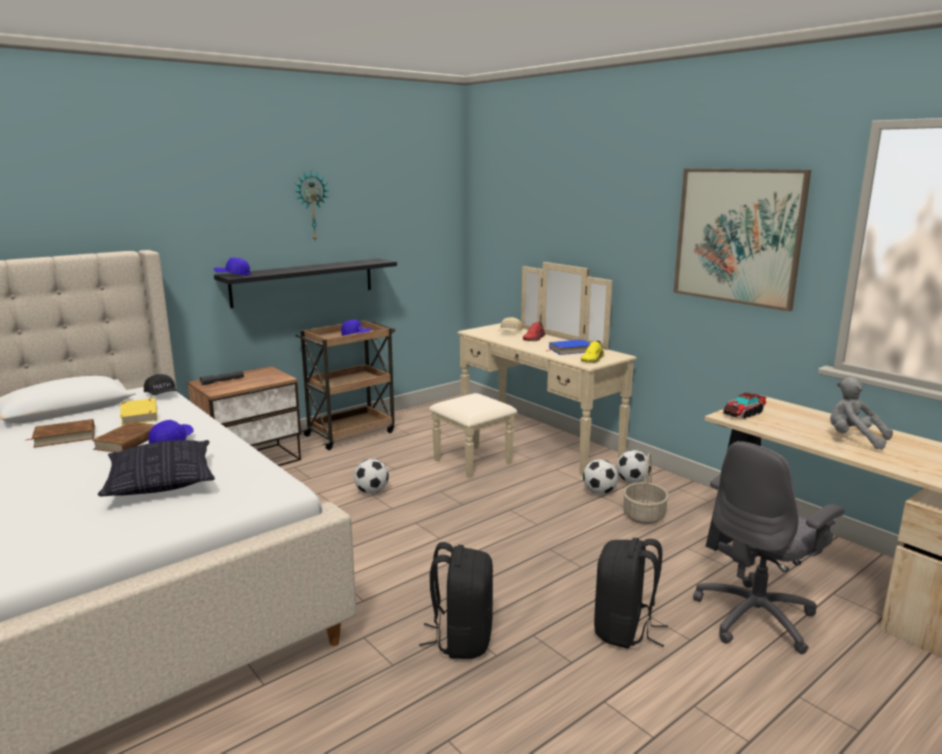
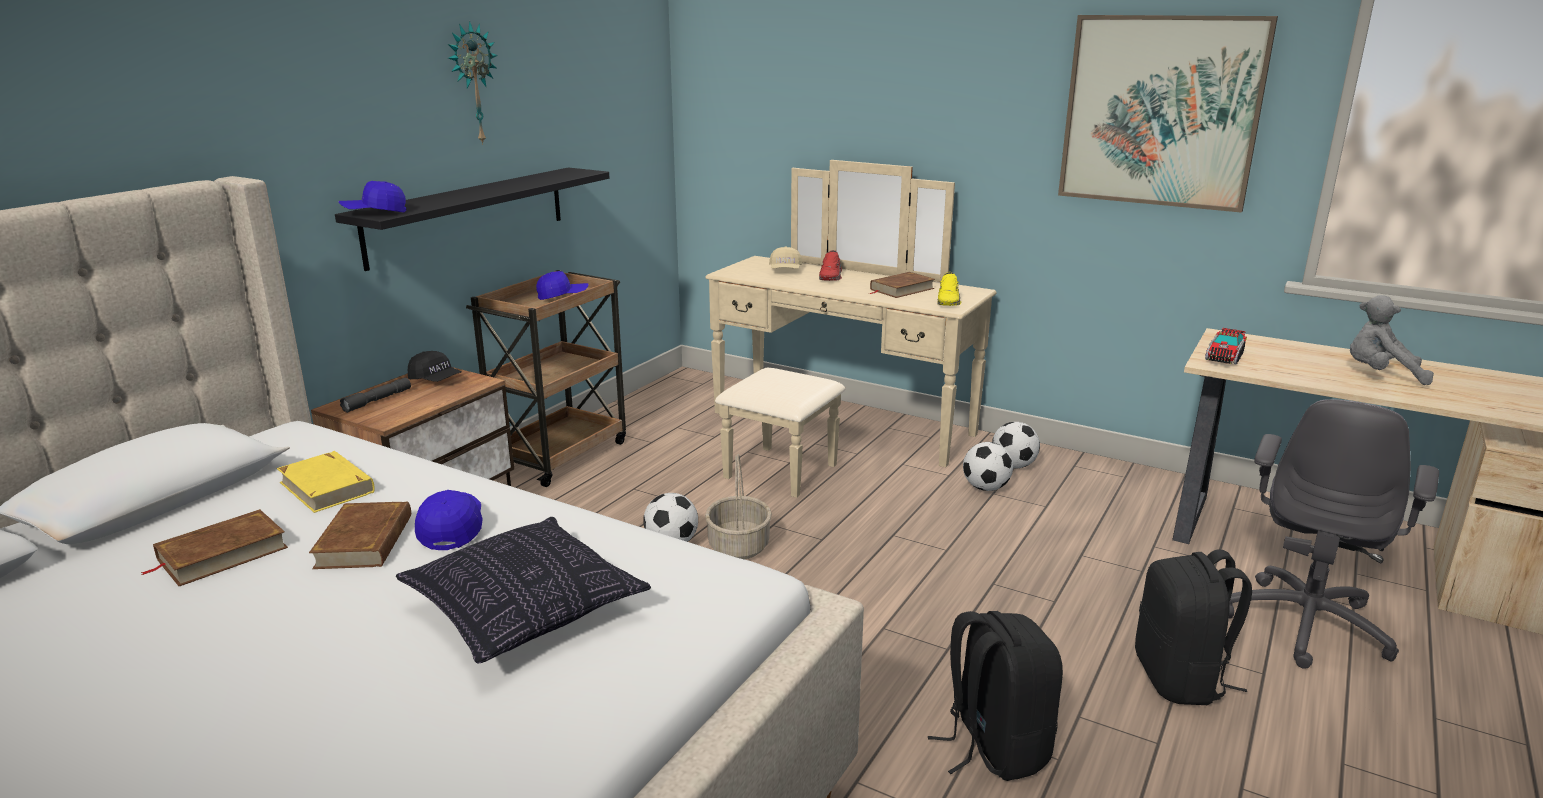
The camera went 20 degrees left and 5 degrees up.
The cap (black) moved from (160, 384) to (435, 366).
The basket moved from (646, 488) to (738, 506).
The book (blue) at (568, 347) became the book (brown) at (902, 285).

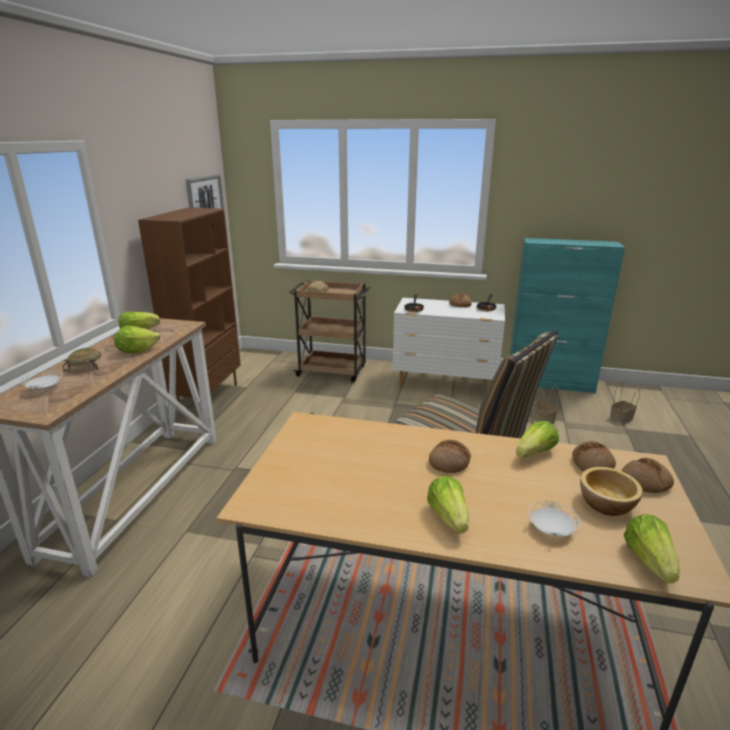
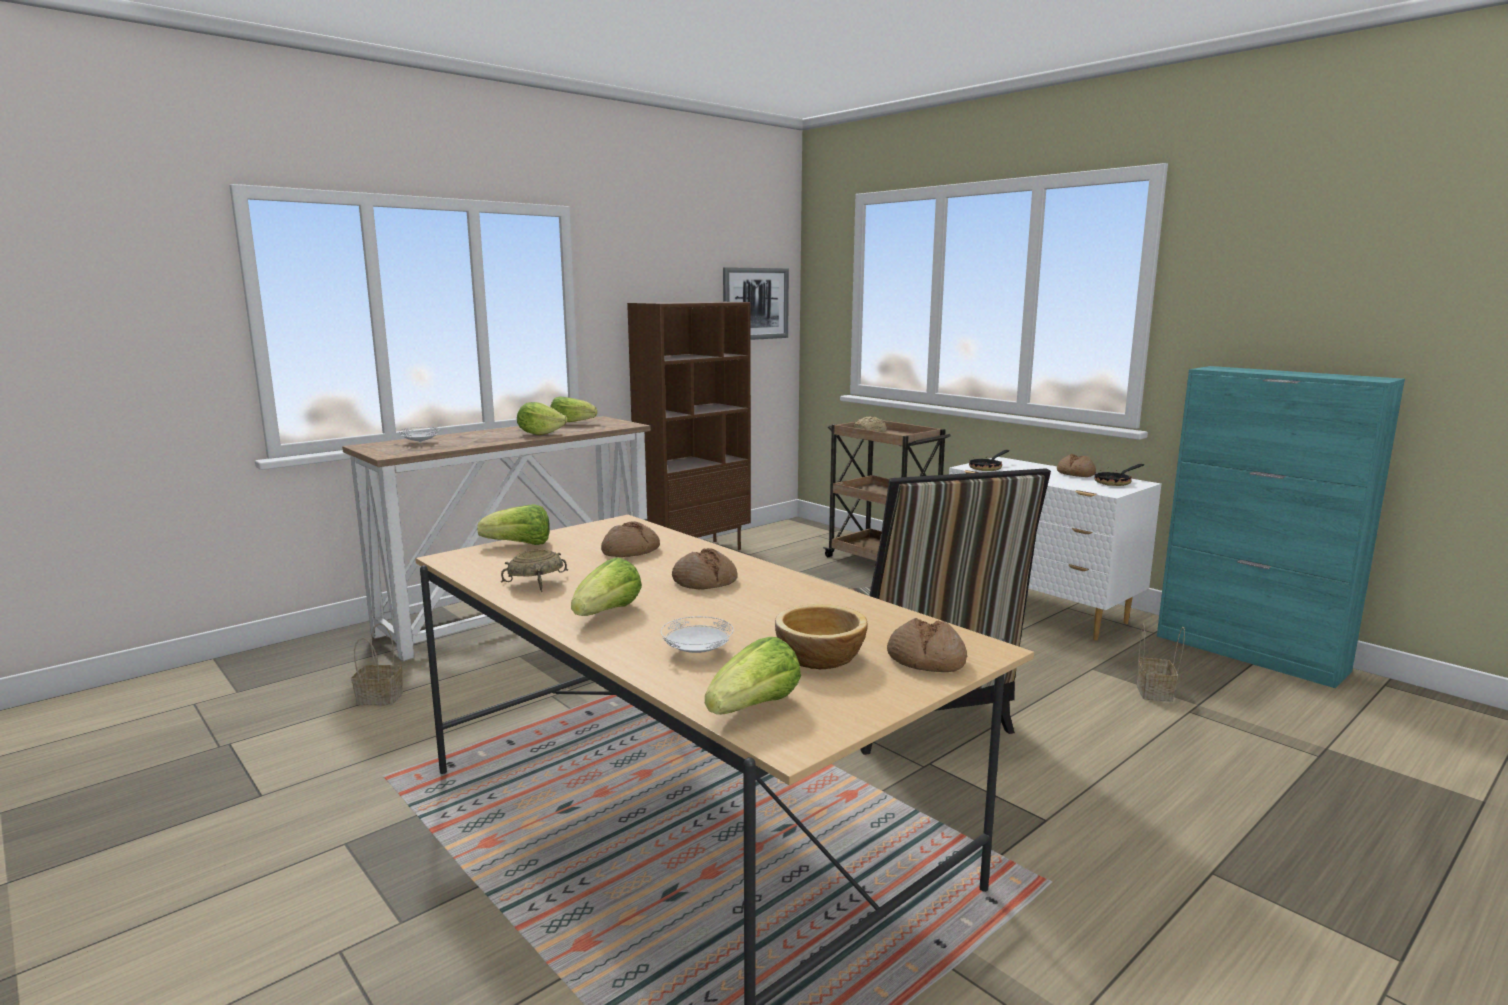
The camera went 35 degrees right and 10 degrees down.
The bowl (beige) moved from (82, 360) to (534, 570).
The lettuce moved from (537, 439) to (513, 524).
The bread moved from (594, 456) to (630, 539).
The basket moved from (625, 403) to (377, 664).

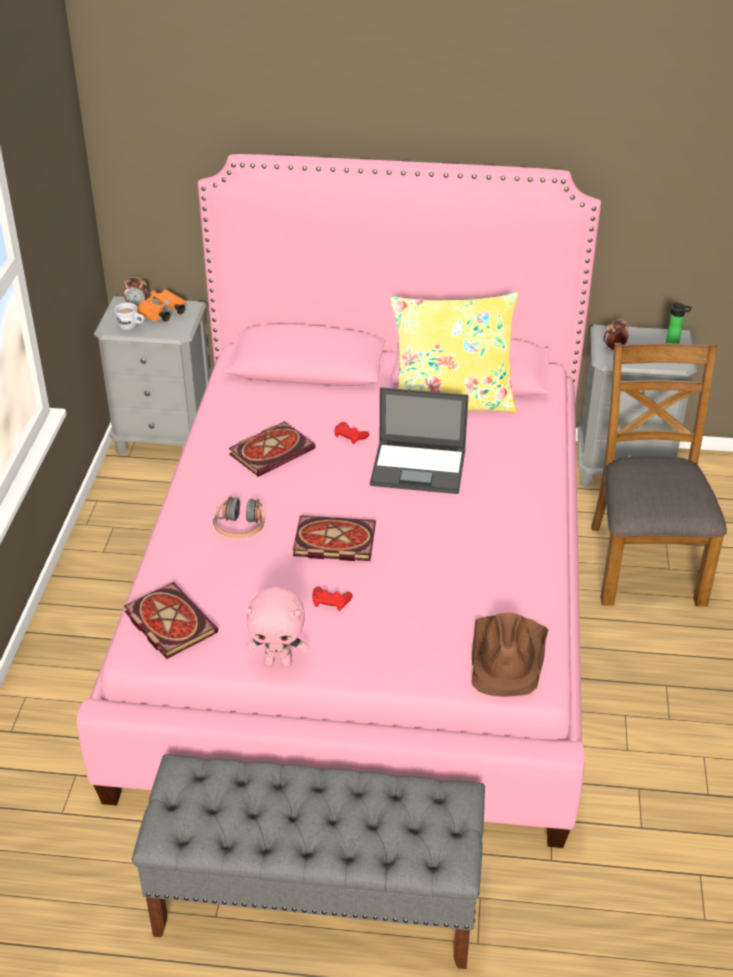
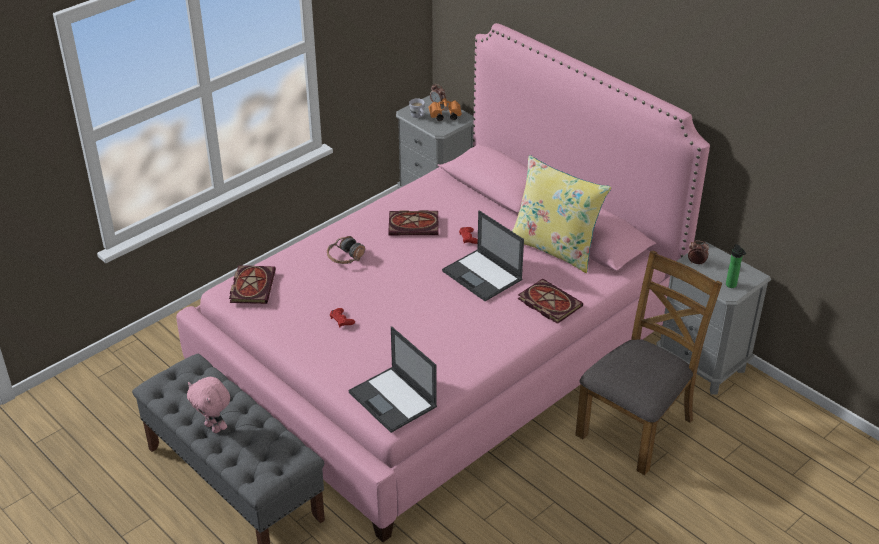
The camera went 40 degrees right and 0 degrees up.
The plush toy (pink) moved from (277, 627) to (208, 405).
The book moved from (334, 538) to (550, 301).
The hat (brown) at (510, 655) was replaced by the laptop at (392, 379).

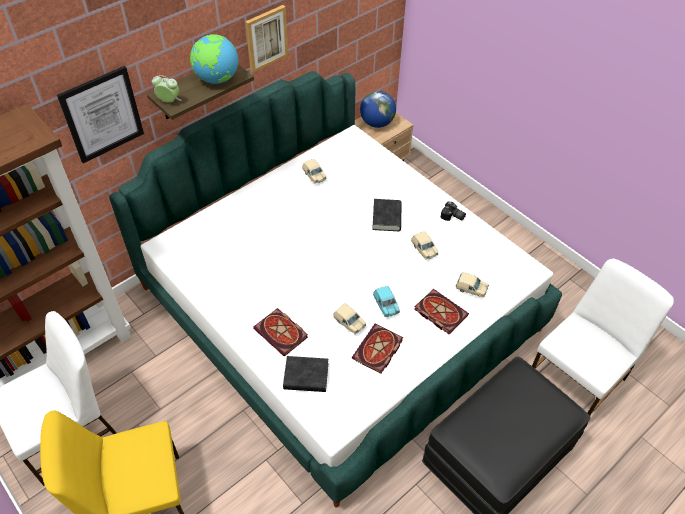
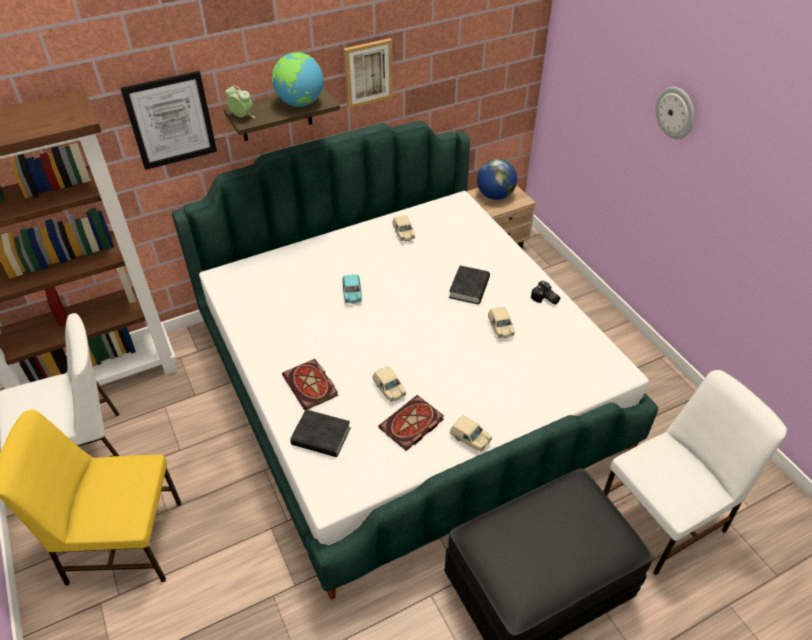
The camera went 15 degrees right and 5 degrees down.
The book at (441, 311) disappeared.
The wall clock at (675, 112) appeared.
The toy car (turquoise) moved from (386, 301) to (352, 289).
The toy car (beige) moved from (472, 284) to (471, 433).

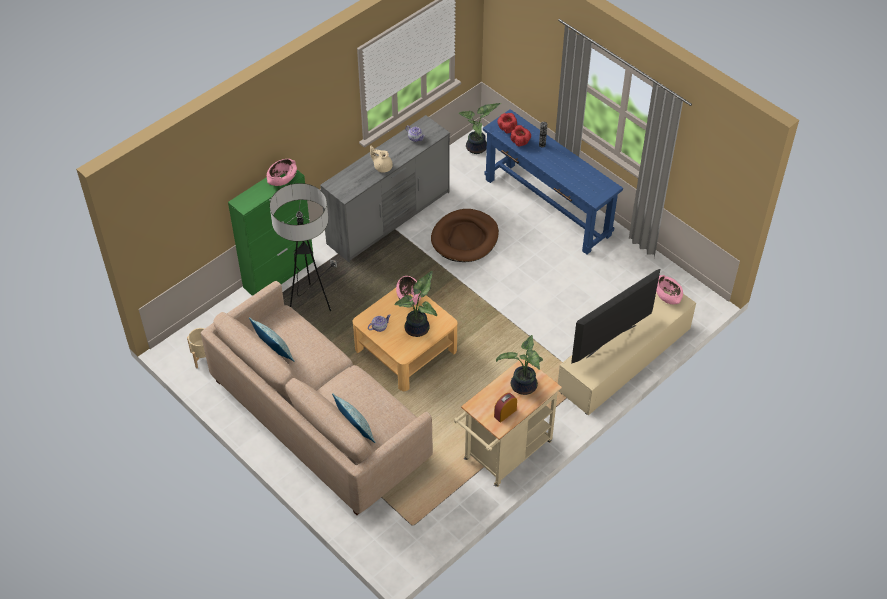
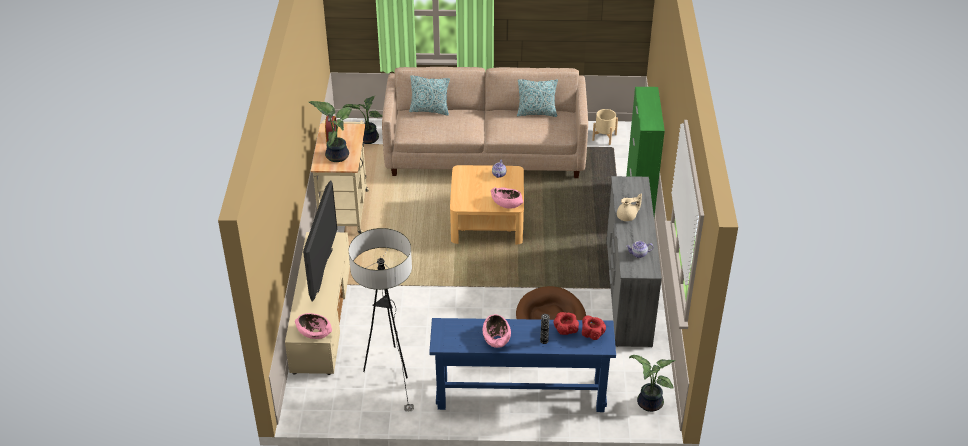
The camera went 135 degrees right and 10 degrees down.
The bowl (pink) moved from (282, 172) to (497, 331).
The floor lamp moved from (303, 247) to (381, 320).
The potted plant moved from (415, 304) to (362, 120).

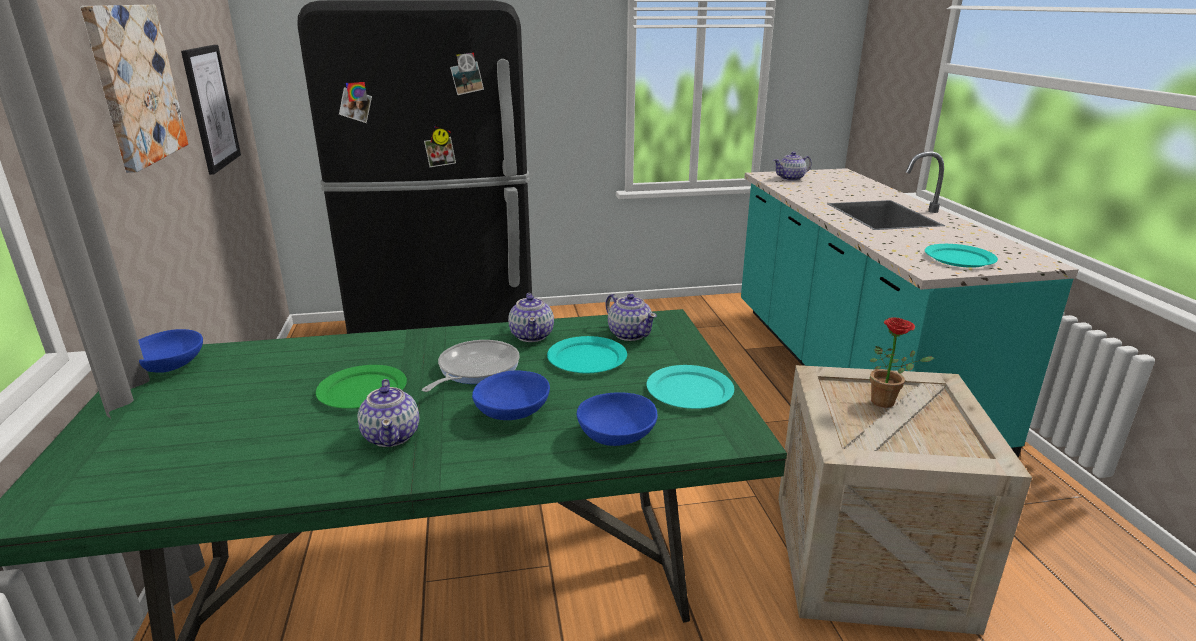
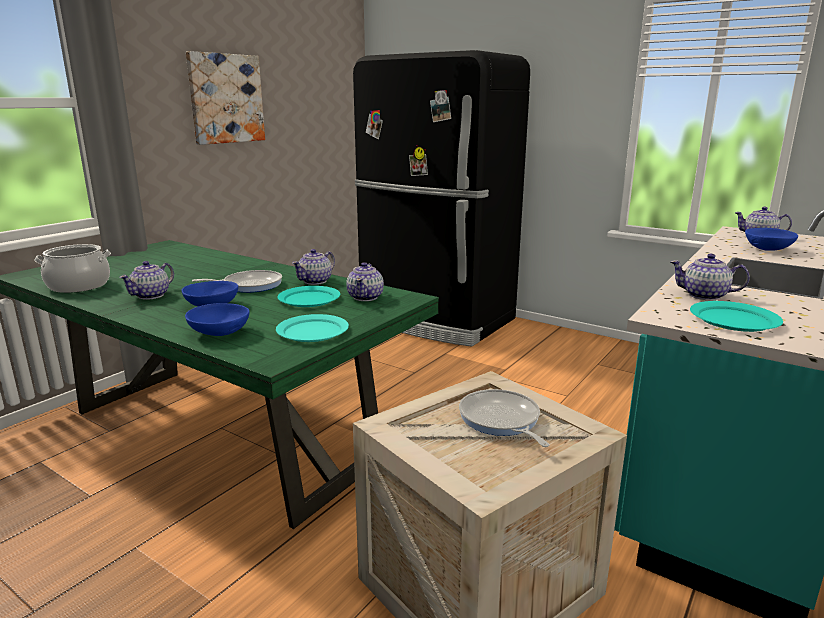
The camera went 45 degrees right and 5 degrees down.
The picture at (211, 110) disappeared.
The plate (green) at (361, 387) disappeared.
The cooking pot at (72, 268) appeared.
The teapot at (710, 277) appeared.
The bowl (blue) moved from (170, 350) to (771, 239).
The potted plant at (902, 362) was replaced by the frying pan at (504, 418).

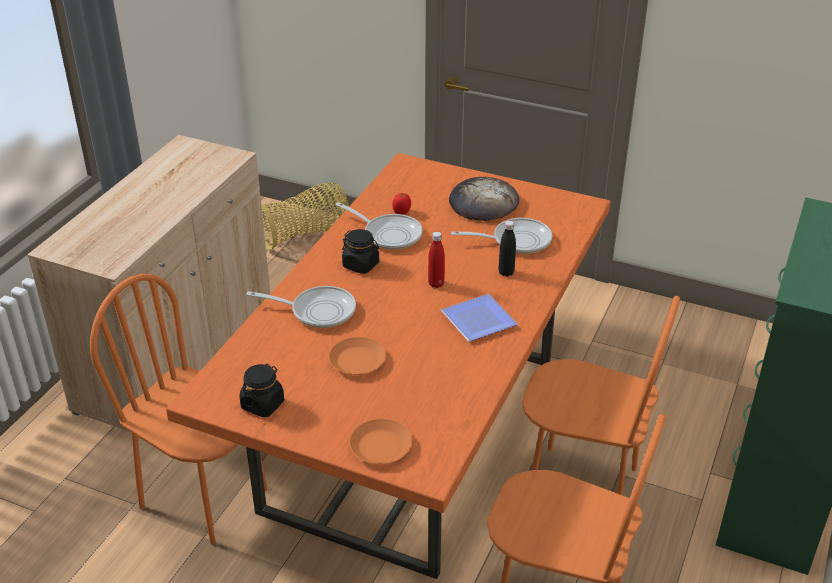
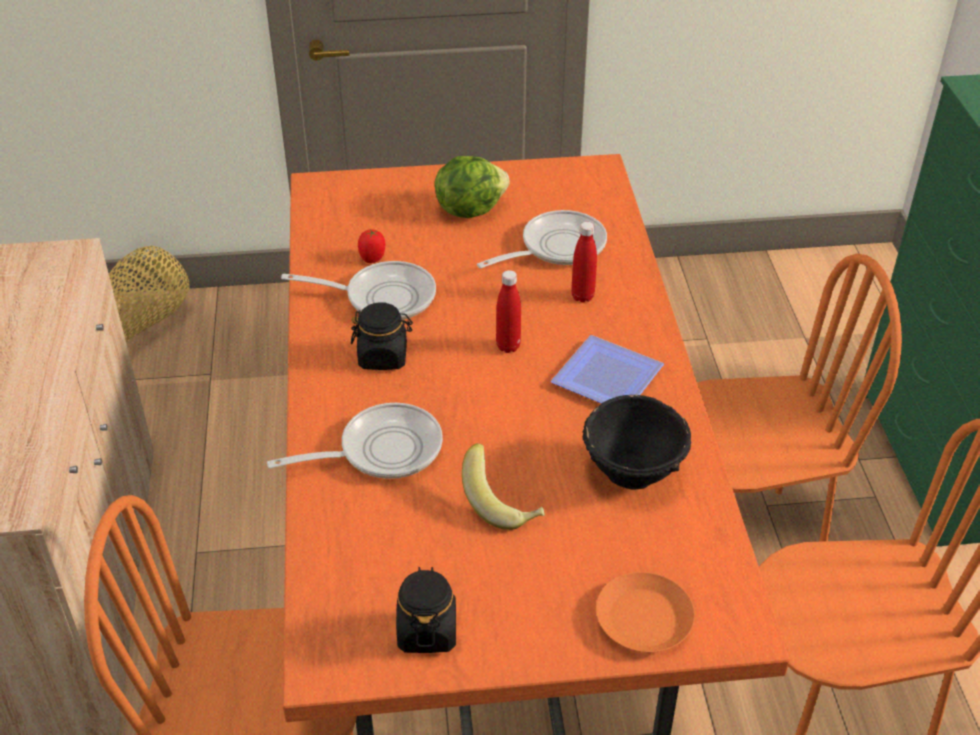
The camera went 30 degrees left and 5 degrees up.
The bowl (black) at (637, 442) appeared.
The plate (orange) at (357, 356) was replaced by the banana at (503, 486).
The bread at (484, 199) was replaced by the lettuce at (472, 187).
The bottle (black) at (507, 248) became the bottle (red) at (584, 262).

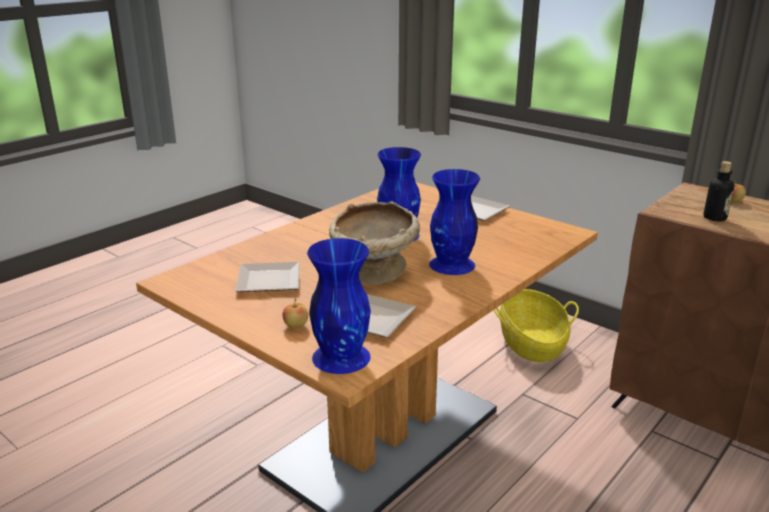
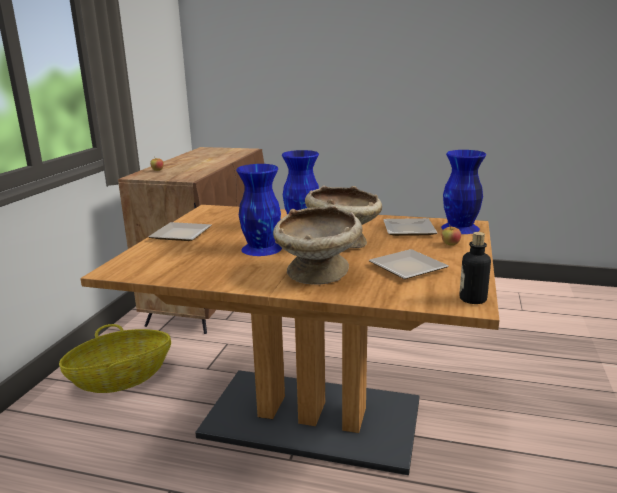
The camera went 115 degrees left and 5 degrees down.
The bowl (beige) at (318, 245) appeared.
The bottle moved from (718, 191) to (475, 268).

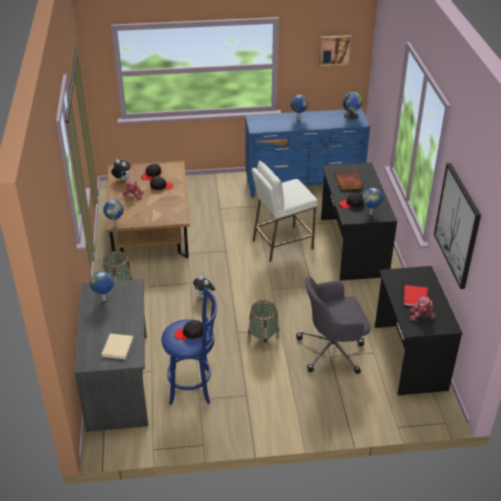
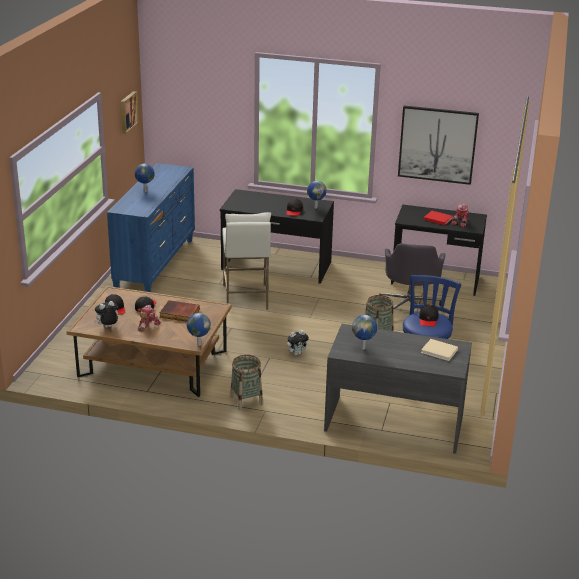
The camera went 70 degrees left and 10 degrees down.
The globe at (352, 106) disappeared.
The book moved from (349, 180) to (180, 311).

